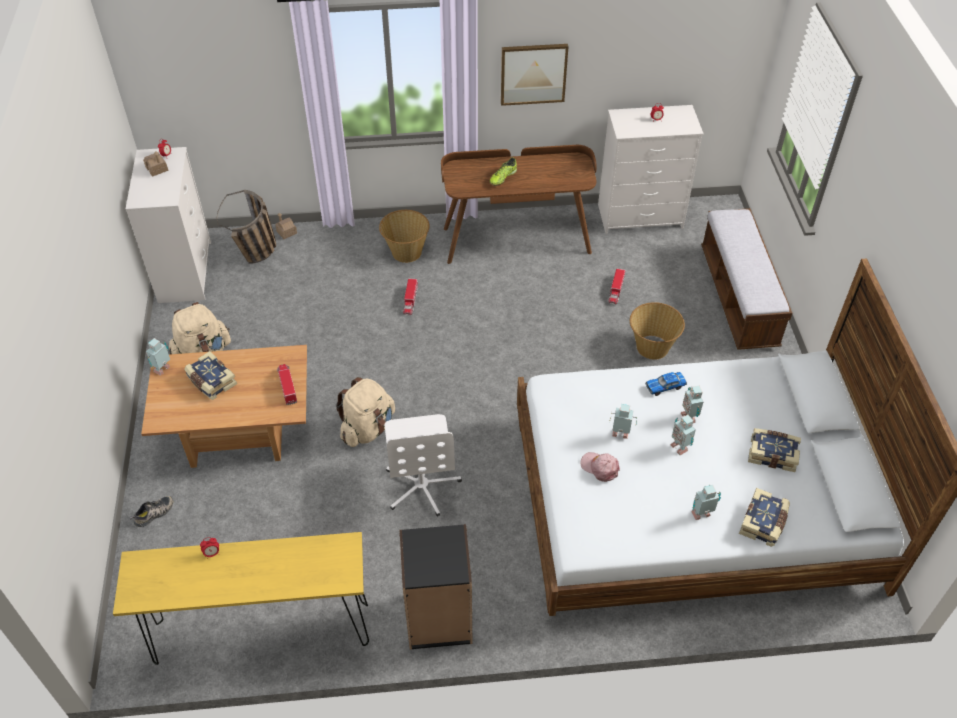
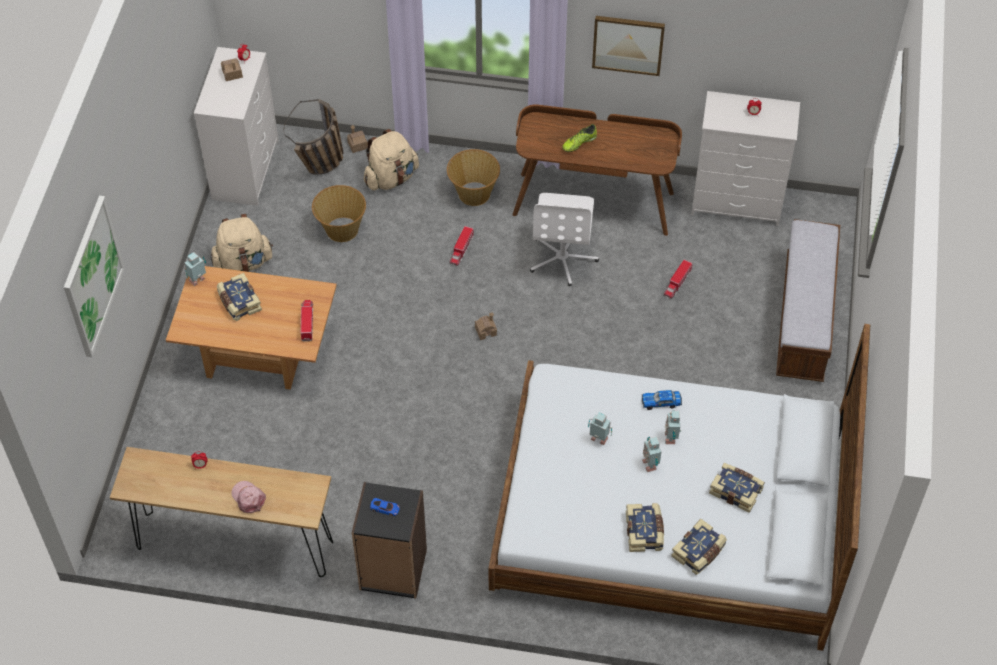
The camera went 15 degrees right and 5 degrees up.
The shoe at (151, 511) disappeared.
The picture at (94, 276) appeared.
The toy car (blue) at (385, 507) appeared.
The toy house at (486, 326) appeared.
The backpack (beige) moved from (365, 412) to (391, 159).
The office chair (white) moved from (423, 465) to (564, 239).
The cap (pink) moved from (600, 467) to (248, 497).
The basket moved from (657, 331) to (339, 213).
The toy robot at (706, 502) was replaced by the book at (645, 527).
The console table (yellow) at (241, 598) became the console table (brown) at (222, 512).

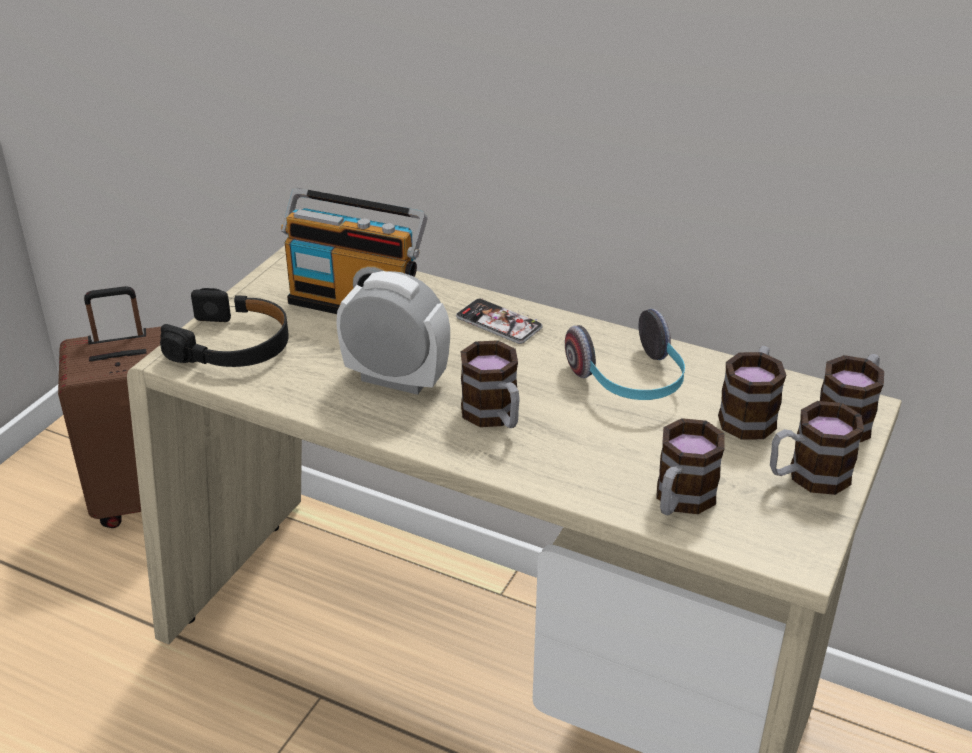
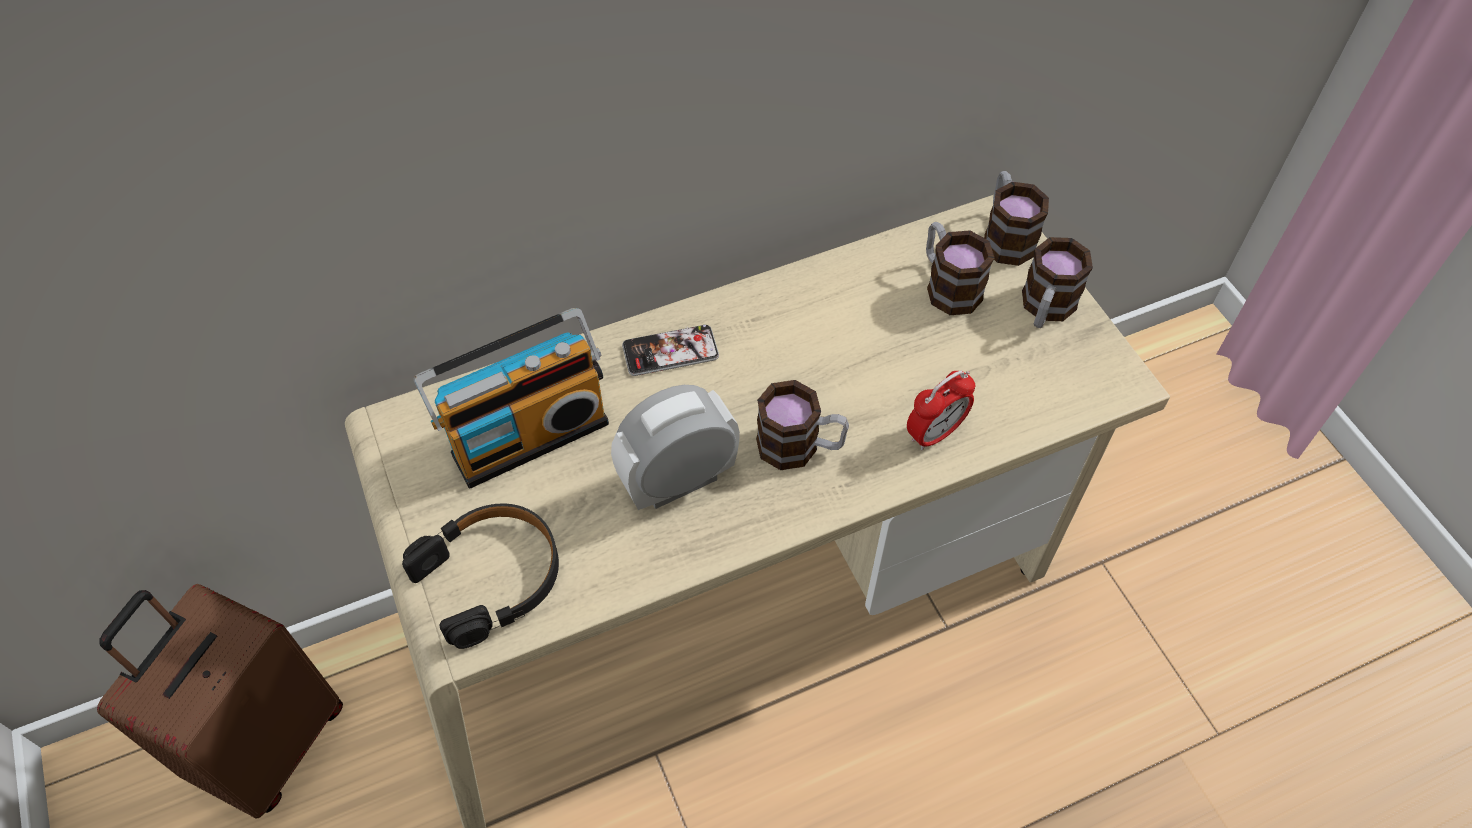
The camera went 50 degrees left and 20 degrees up.
The headphones at (625, 354) disappeared.
The mug at (690, 467) disappeared.
The alarm clock at (941, 410) appeared.

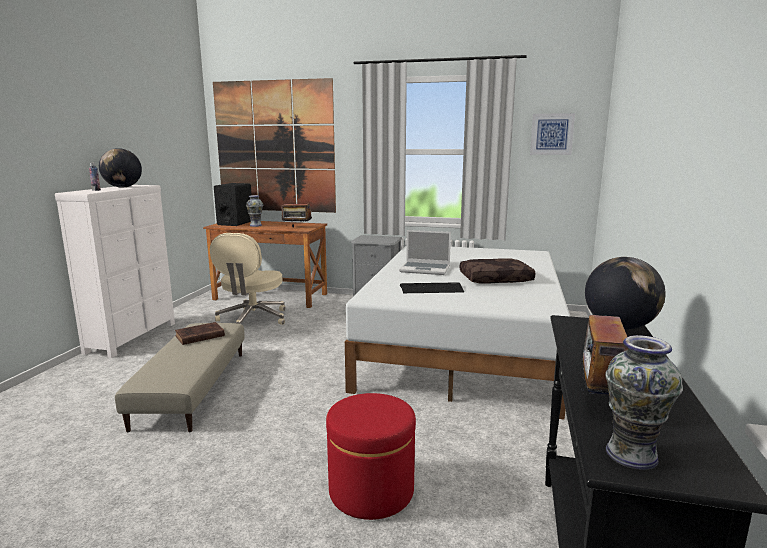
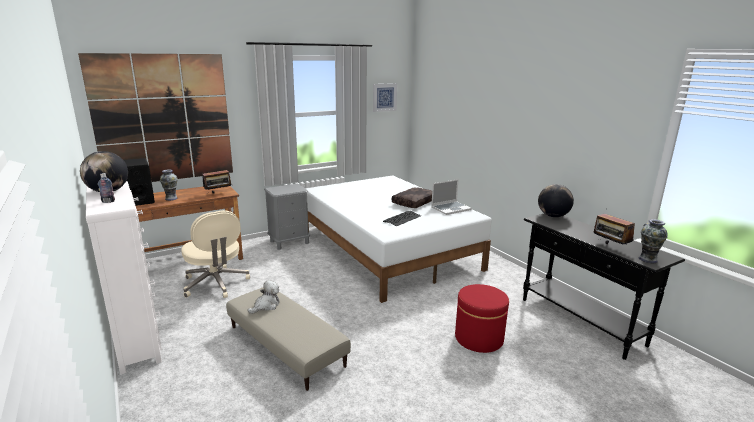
The camera went 45 degrees left and 5 degrees up.
The laptop moved from (425, 252) to (451, 197).
The book (brown) at (200, 333) was replaced by the plush toy at (263, 297).

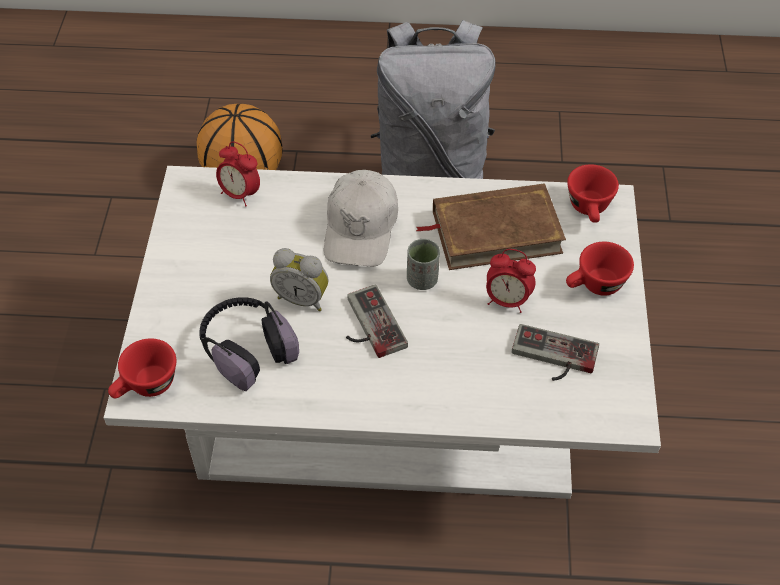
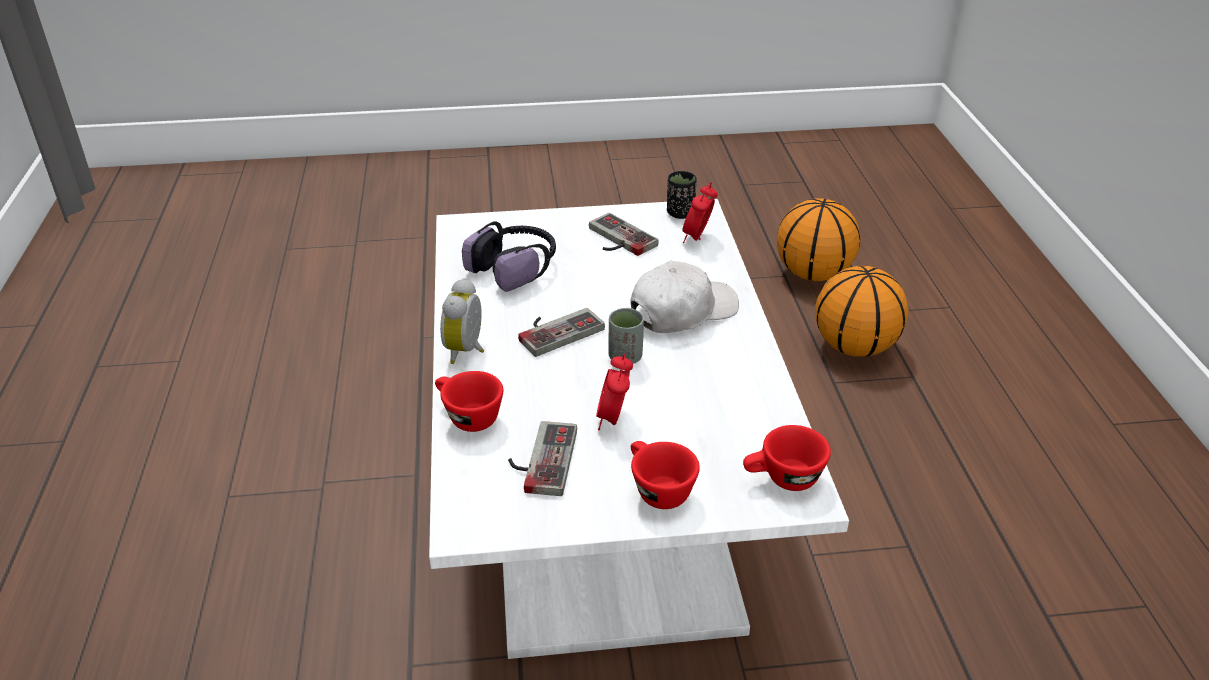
The camera went 80 degrees right and 15 degrees down.
The backpack (grey) at (433, 99) disappeared.
The book (brown) at (491, 226) disappeared.
The game controller at (624, 234) appeared.
The cup (black) at (682, 195) appeared.
The basketball at (818, 239) appeared.
The cup (red) moved from (142, 368) to (469, 401).
The alarm clock moved from (299, 279) to (462, 321).
The cap (white) at (361, 218) turned 150 degrees clockwise.

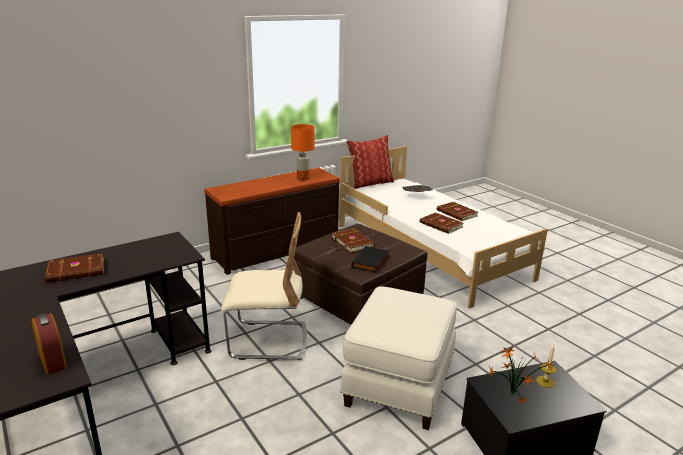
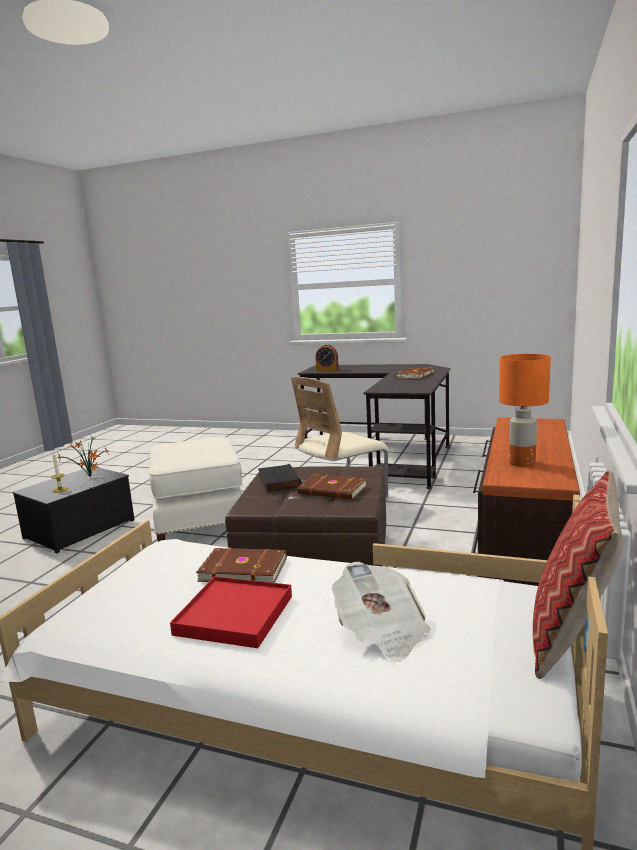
The camera went 145 degrees right and 10 degrees down.
The book (brown) at (457, 211) was replaced by the tray (red) at (231, 612).

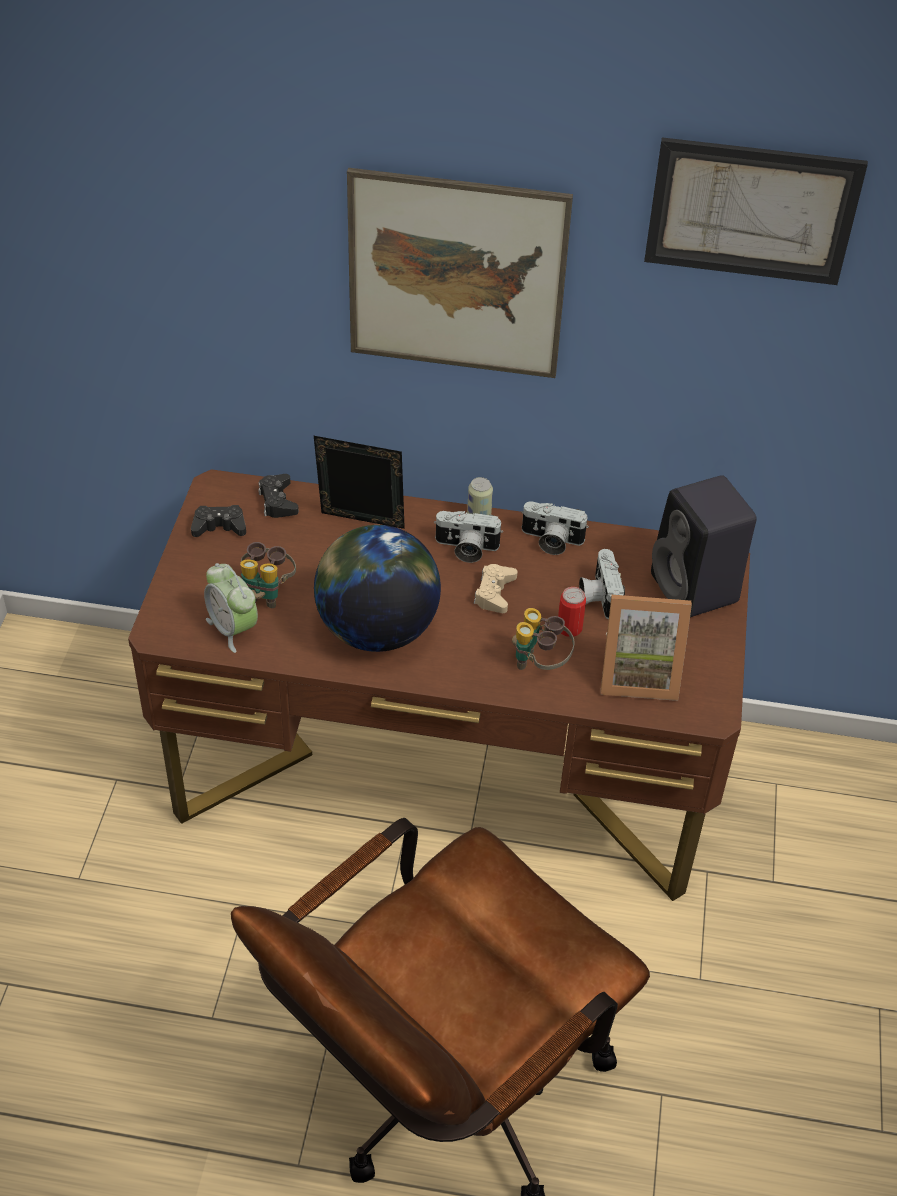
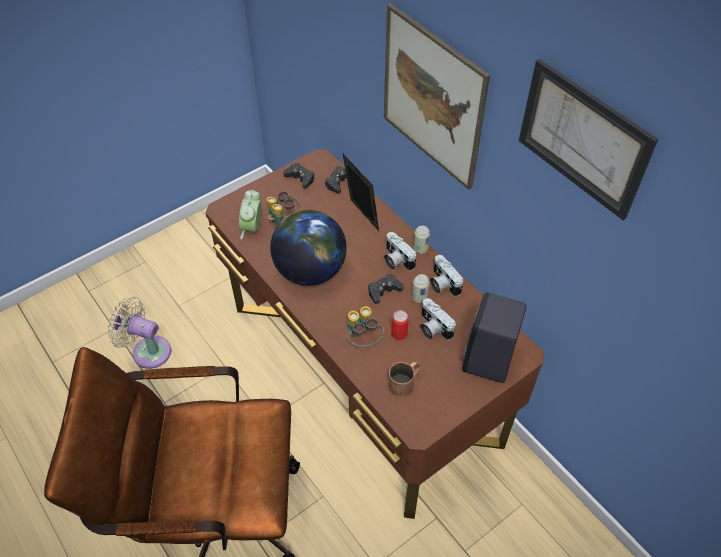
The camera went 45 degrees right and 5 degrees up.
The fan (beige) at (139, 333) appeared.
The can at (421, 288) appeared.
The picture frame at (646, 648) was replaced by the mug (brown) at (404, 379).
The game controller (beige) at (495, 588) became the game controller (black) at (386, 289).
The photo camera at (602, 584) turned 75 degrees counterclockwise.

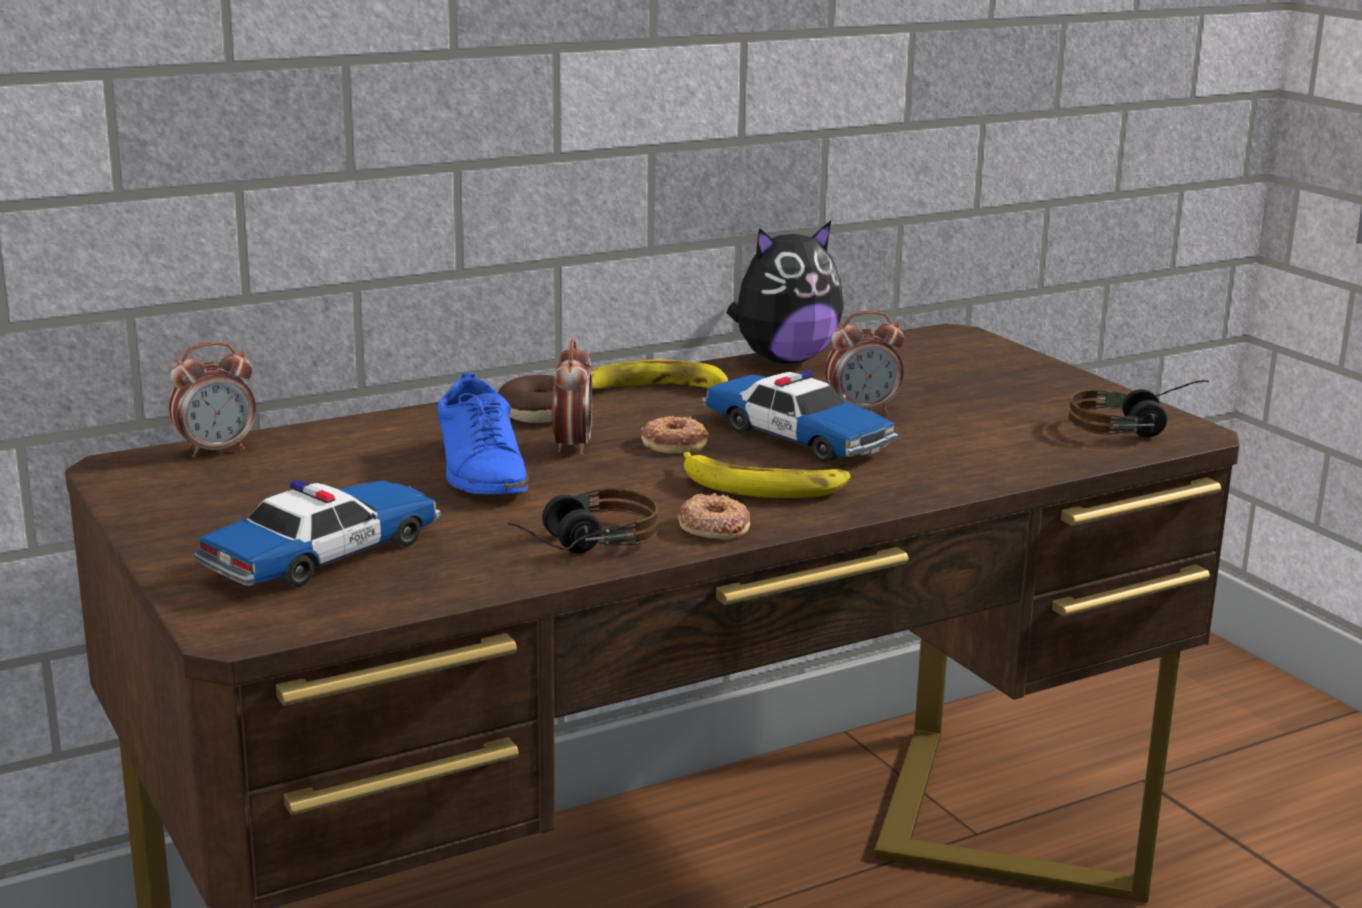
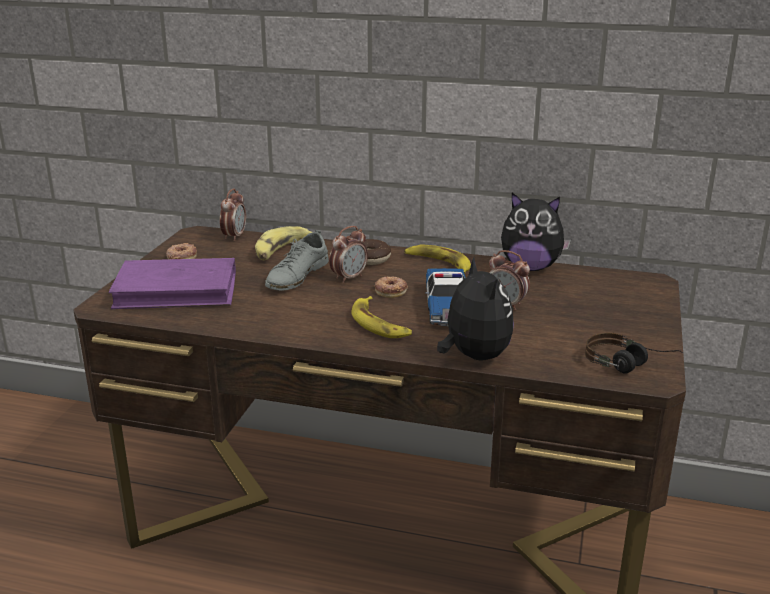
The camera went 45 degrees right and 5 degrees up.
The headphones at (583, 520) disappeared.
The banana at (283, 243) appeared.
The plush toy at (475, 308) appeared.
The donut moved from (713, 516) to (181, 251).
The toy car at (317, 533) was replaced by the book (purple) at (172, 283).
The shoe (blue) at (482, 433) became the shoe (grey) at (297, 260).
The alarm clock at (212, 400) turned 90 degrees counterclockwise.

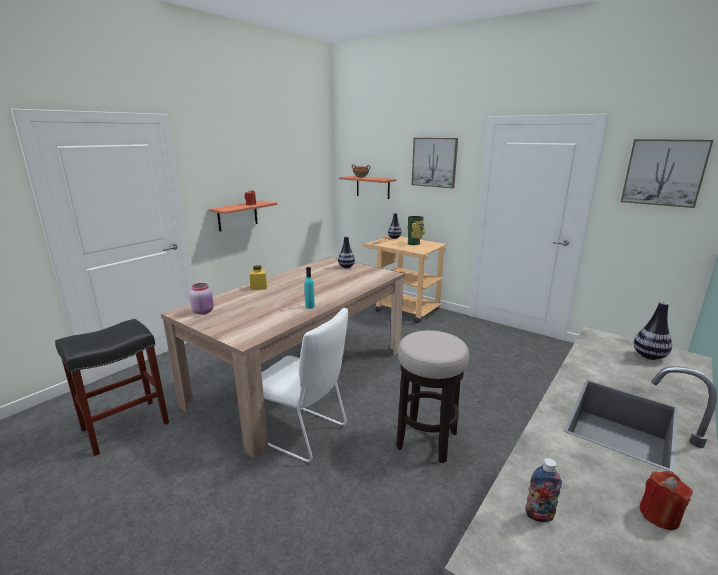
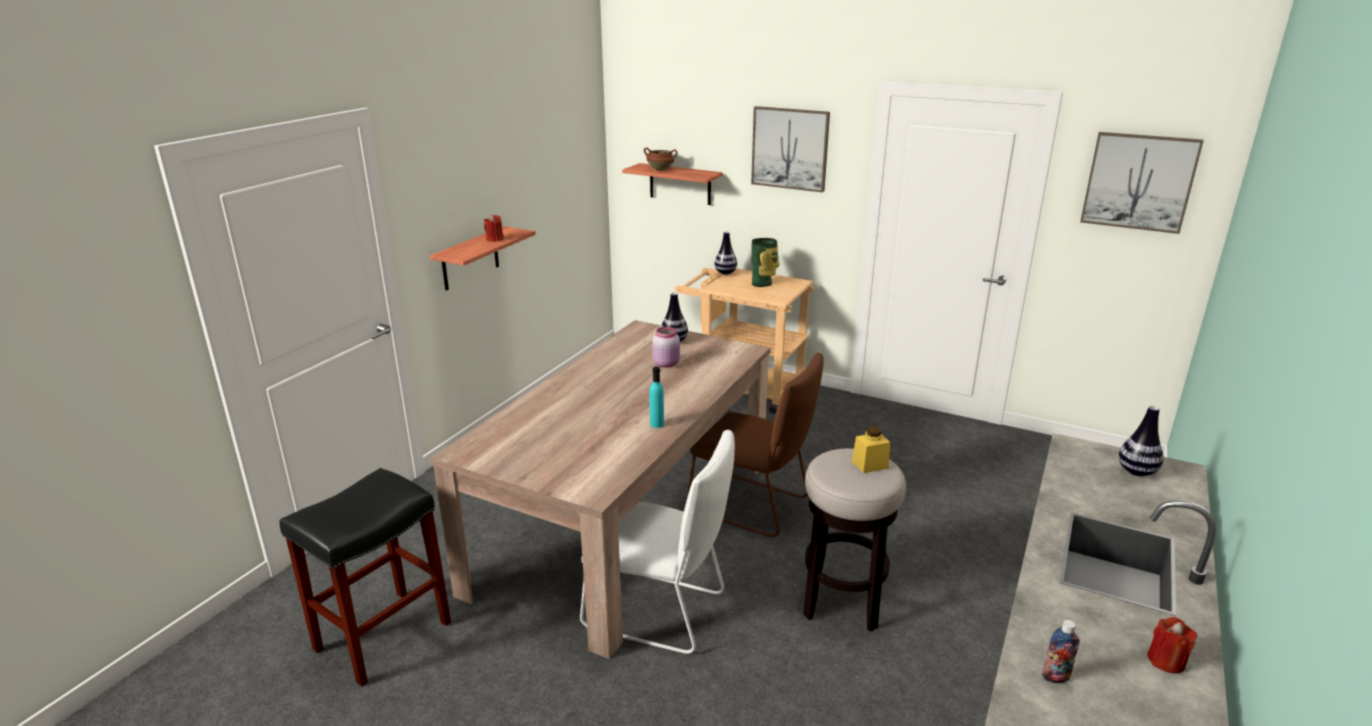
The camera went 10 degrees left and 5 degrees up.
The chair (brown) at (755, 445) appeared.
The jar (pink) moved from (201, 299) to (666, 347).
The jar (yellow) moved from (258, 277) to (871, 449).

